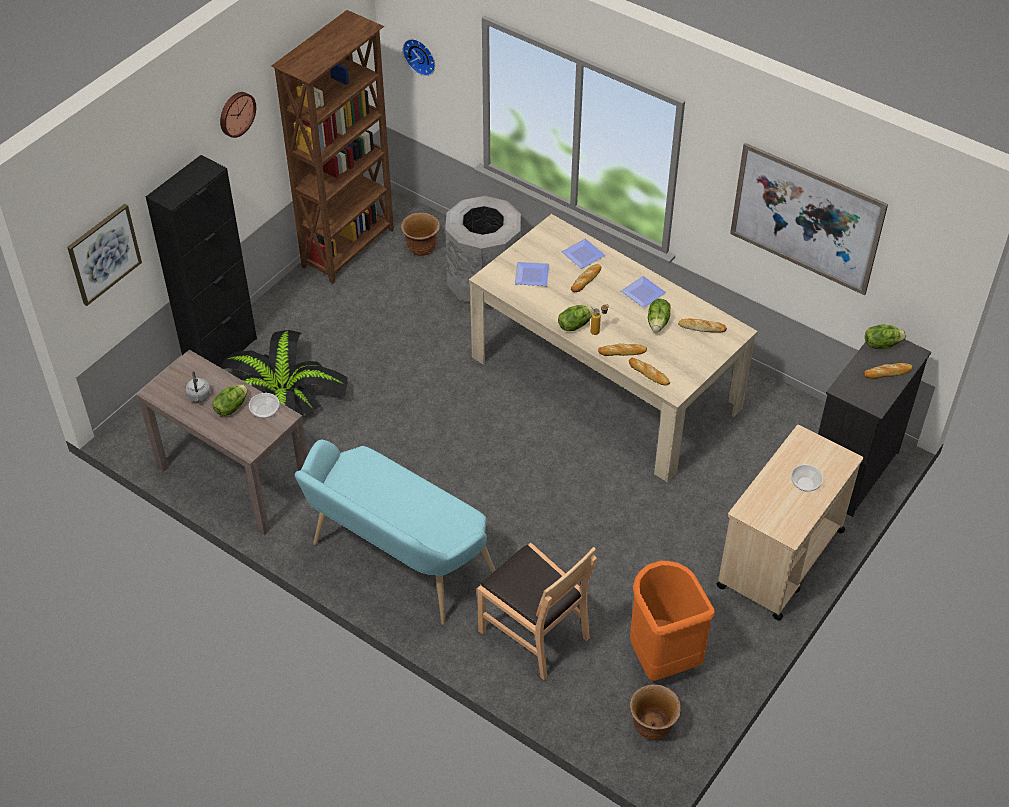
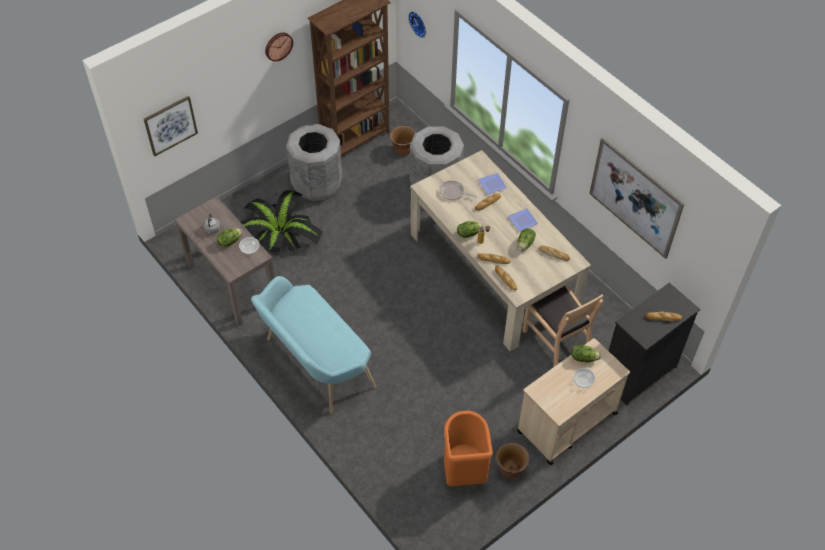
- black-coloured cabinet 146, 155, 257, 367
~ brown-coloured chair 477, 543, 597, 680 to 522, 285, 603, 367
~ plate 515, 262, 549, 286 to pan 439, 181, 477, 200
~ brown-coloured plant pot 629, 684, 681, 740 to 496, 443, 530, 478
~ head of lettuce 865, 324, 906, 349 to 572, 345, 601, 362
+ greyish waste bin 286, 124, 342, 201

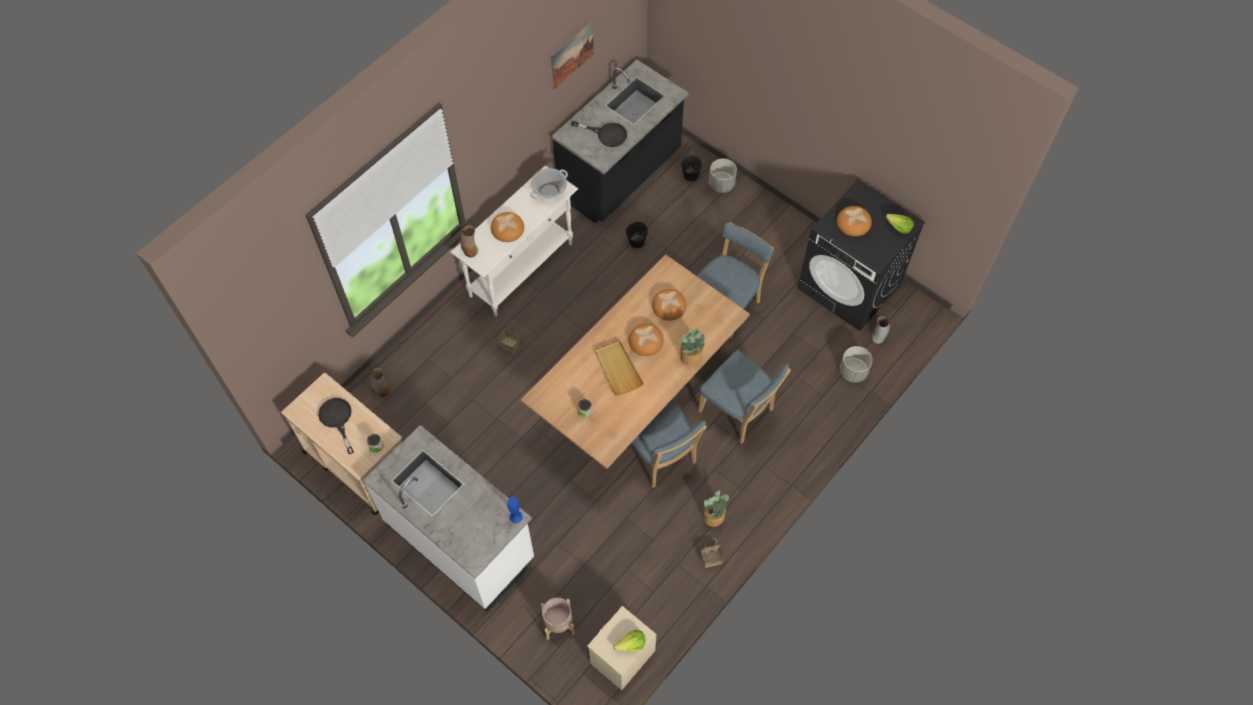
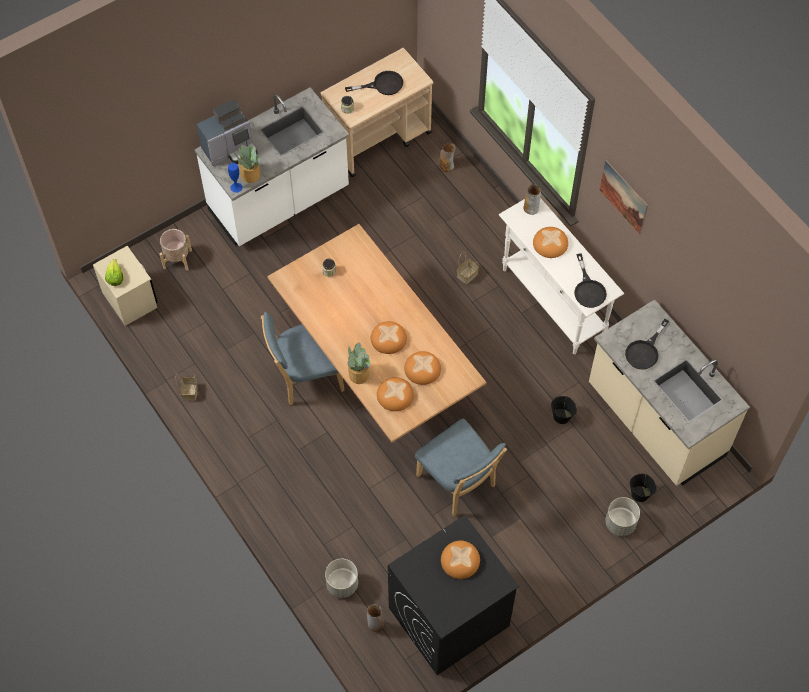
~ cooking pot 530, 168, 568, 199 to black-coloured pan 574, 254, 607, 308
~ picture 551, 20, 594, 89 to 600, 160, 648, 235
~ black-coloured kitchen base unit 552, 60, 688, 223 to beige-coloured kitchen base unit 589, 299, 750, 486
- beige-coloured carrying tray 595, 340, 644, 396
- blue-coloured chair 698, 350, 791, 444
~ potted plant 704, 491, 729, 527 to 234, 145, 260, 183
- head of lettuce 886, 214, 914, 234
+ coffee machine 197, 99, 258, 166
+ bread 377, 377, 414, 411

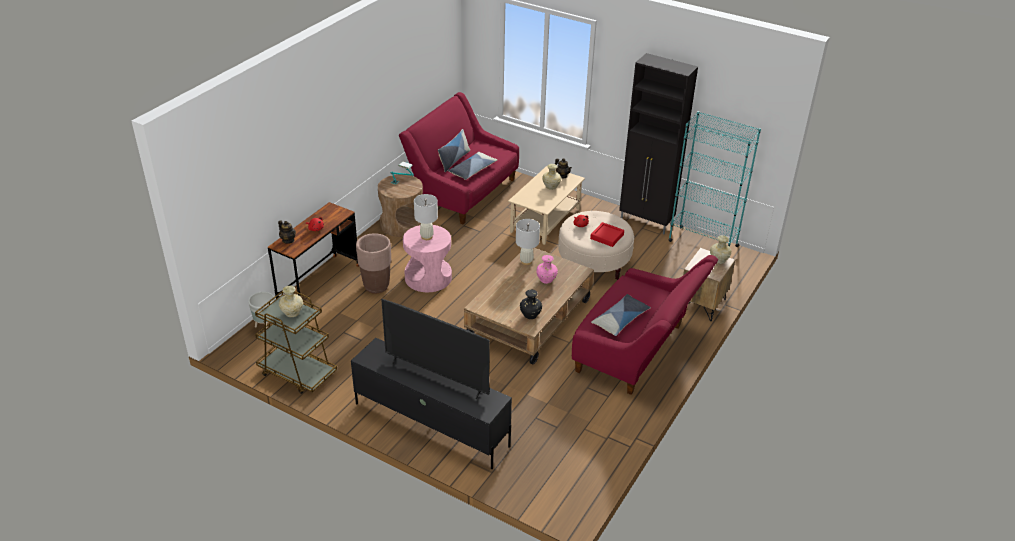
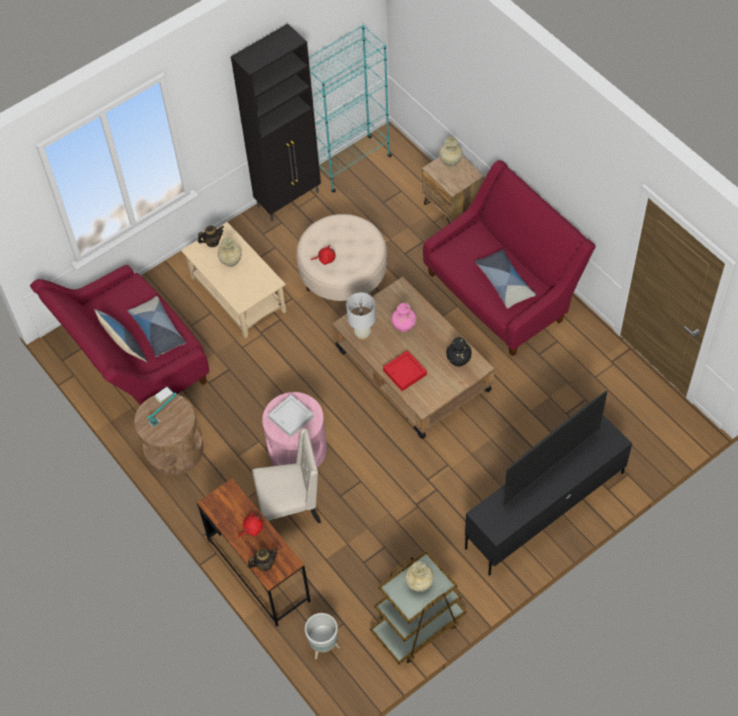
~ brown-coloured plant pot 356, 233, 391, 293 to beige-coloured chair 252, 428, 321, 523
~ whitish lamp for a table 414, 194, 438, 240 to greyish carrying tray 268, 394, 314, 437
~ reddish carrying tray 590, 222, 624, 247 to 383, 350, 427, 391

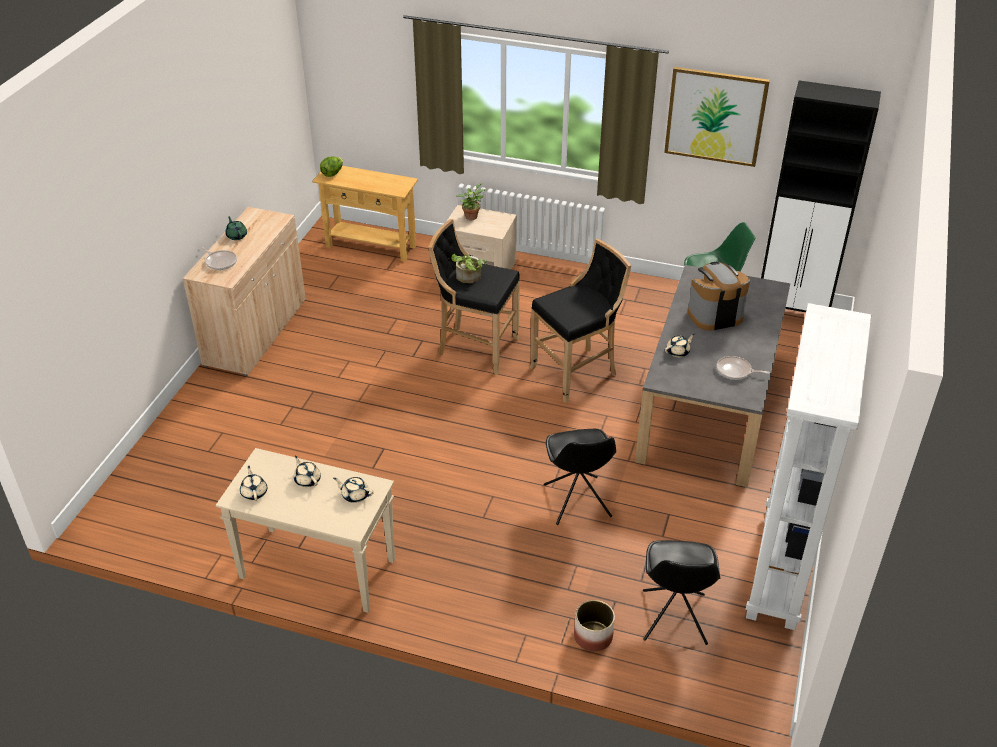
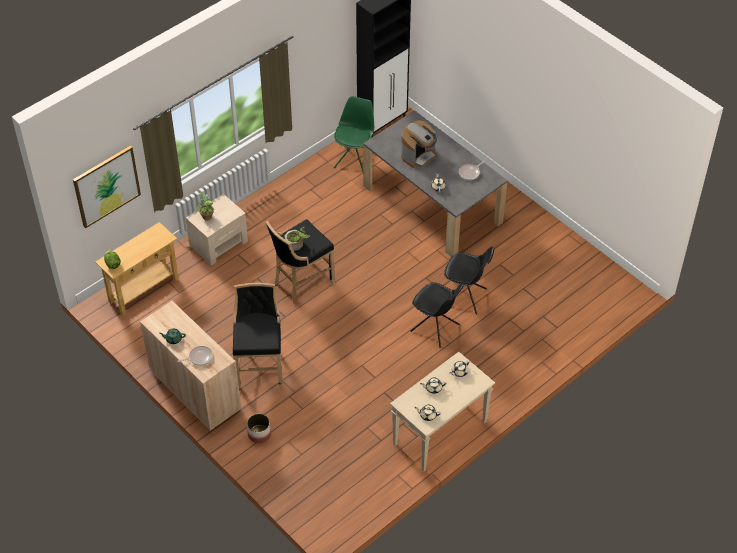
~ black-coloured sitting stool 529, 239, 631, 403 to 233, 283, 284, 389
~ plant pot 574, 600, 615, 651 to 247, 413, 271, 443
~ black-coloured chair 643, 540, 721, 645 to 410, 282, 464, 348
~ picture 664, 67, 770, 167 to 73, 146, 141, 229
~ coffee machine 687, 262, 750, 331 = 401, 120, 437, 168 150 degrees counterclockwise
- whitish shelving unit 746, 303, 871, 630

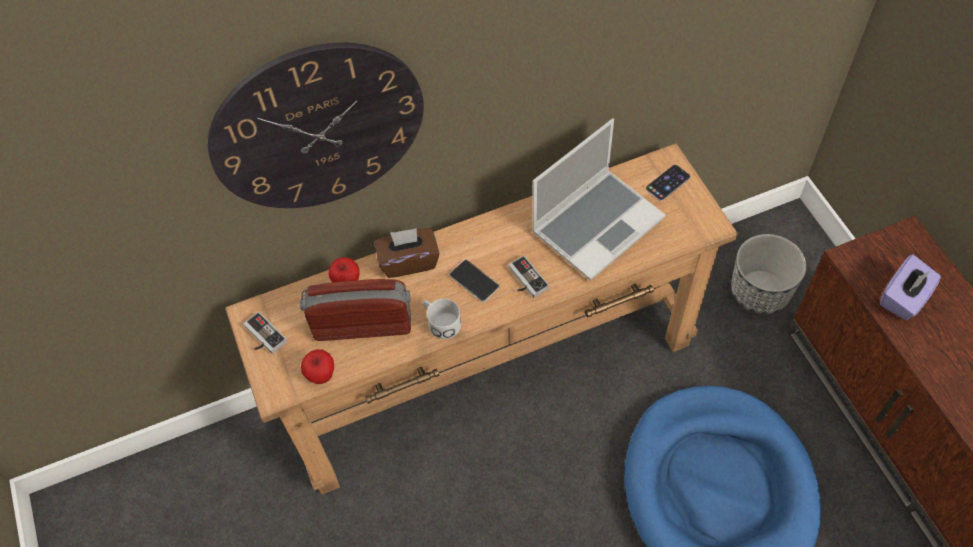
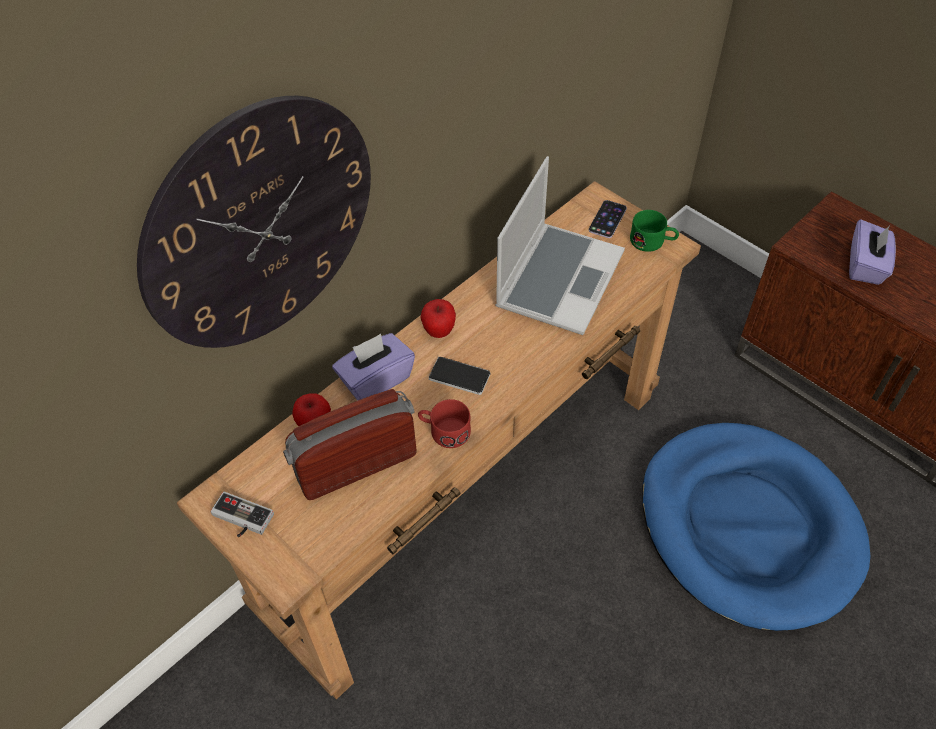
~ whole apple 301, 350, 334, 384 to 420, 299, 456, 338
~ brown-coloured tissue box 375, 228, 440, 278 to purple-coloured tissue box 332, 333, 415, 401
~ whitish tea mug 423, 299, 461, 339 to reddish tea mug 418, 399, 471, 448
- game controller 509, 255, 550, 298
- plant pot 731, 234, 806, 314
+ green-coloured tea mug 630, 210, 679, 252

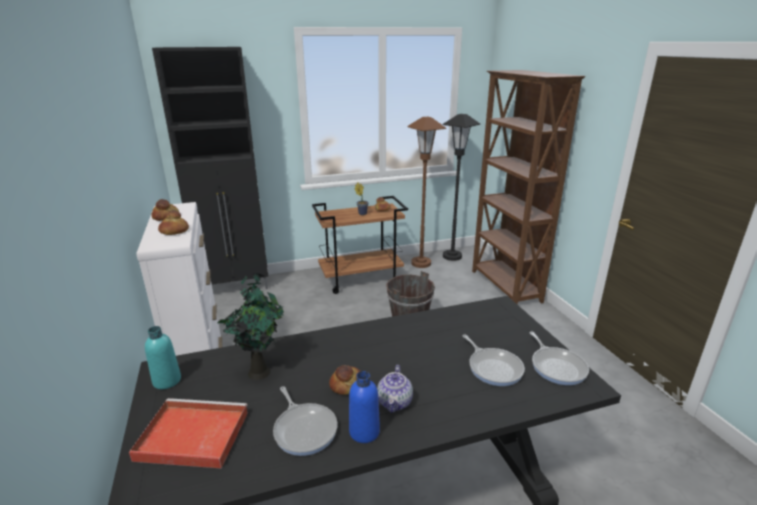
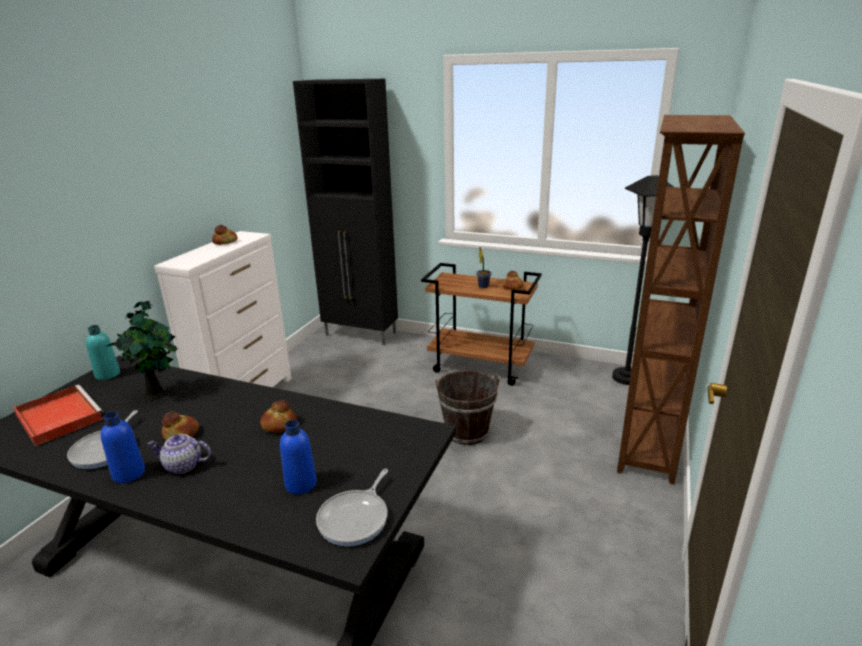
~ bread 158, 210, 189, 235 to 260, 400, 297, 433
~ pot for tea 377, 365, 413, 413 = 147, 434, 211, 474 45 degrees clockwise
- brown-coloured standing lamp 407, 117, 446, 268
~ pan 462, 334, 525, 386 to blue-coloured bottle 280, 420, 317, 494

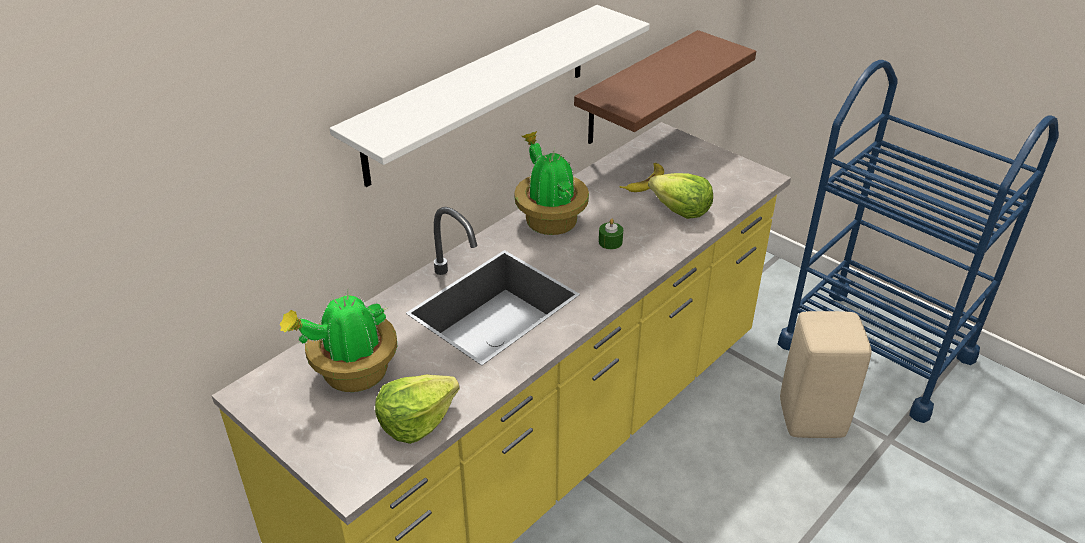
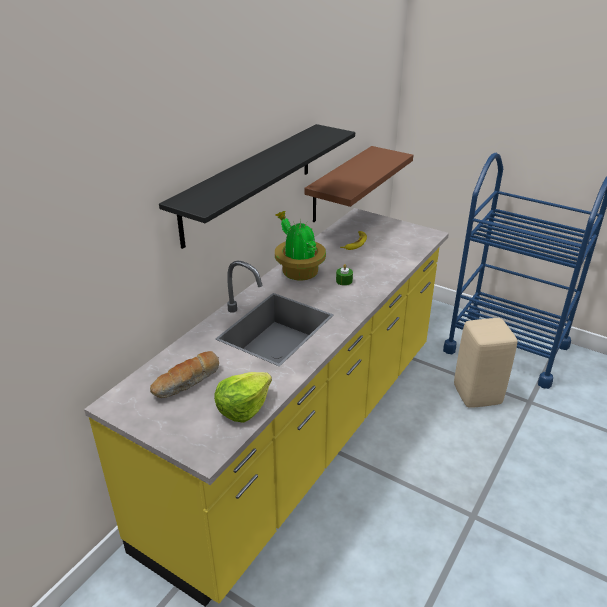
~ potted plant 280, 292, 397, 392 to bread 150, 351, 219, 398
~ whitish shelf 330, 5, 650, 187 to black-coloured shelf 159, 124, 355, 249
- head of lettuce 648, 173, 713, 219

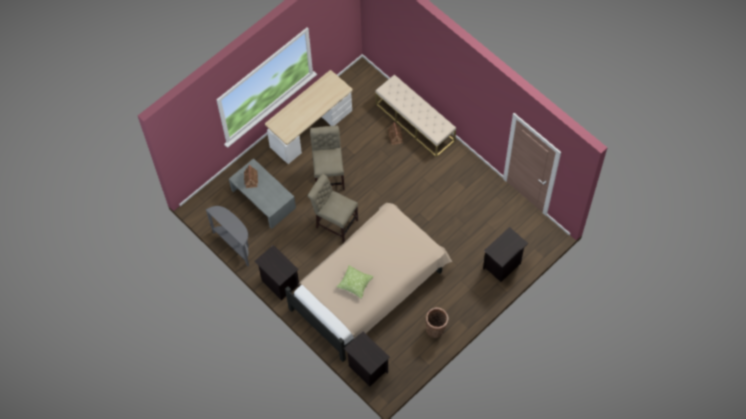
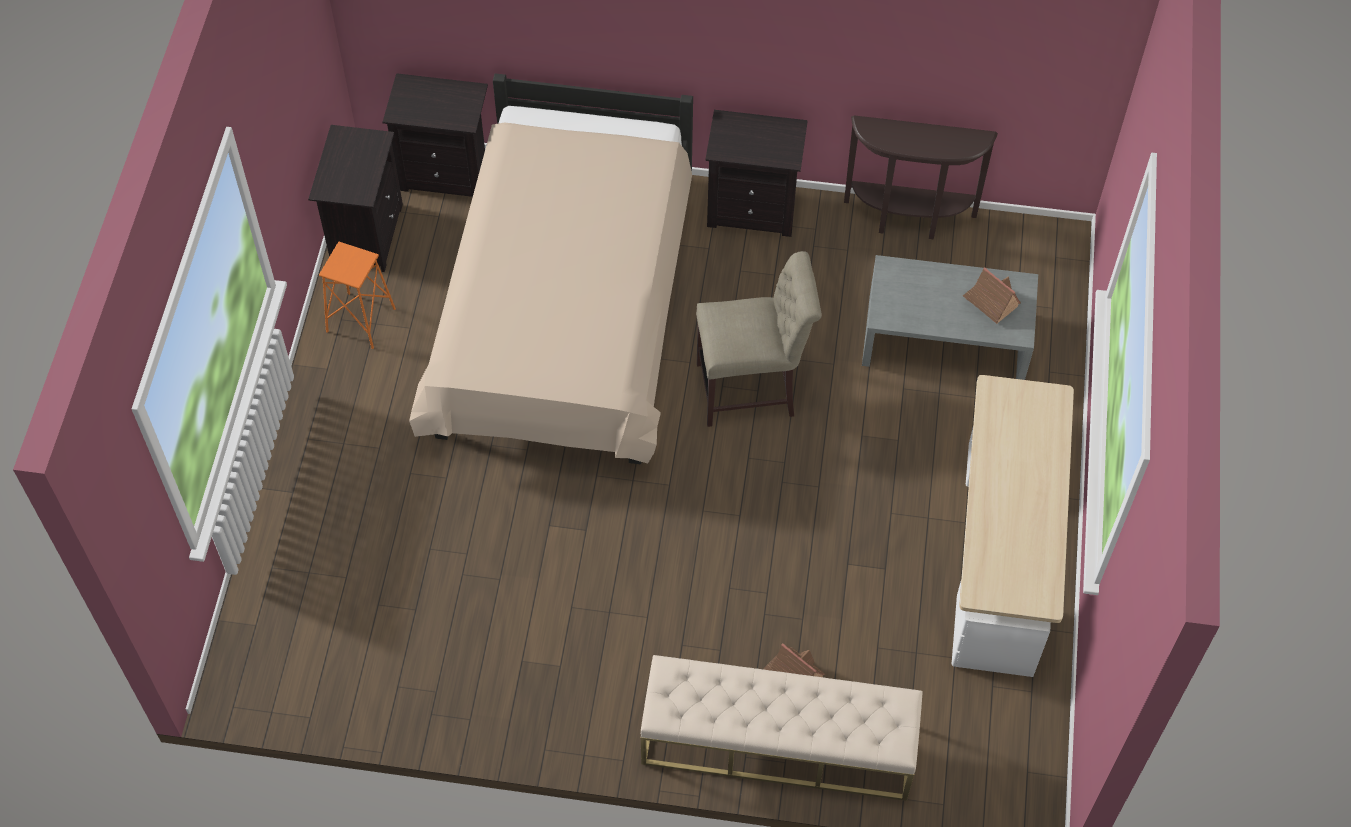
~ greyish hall table 206, 206, 249, 266 to brown-coloured hall table 844, 115, 998, 239
- beige-coloured chair 310, 125, 345, 190
- pillow 337, 265, 374, 299
~ household basket 426, 307, 449, 338 to orange sitting stool 319, 242, 396, 349
~ black-coloured bedside table 483, 227, 528, 282 to 308, 125, 403, 272

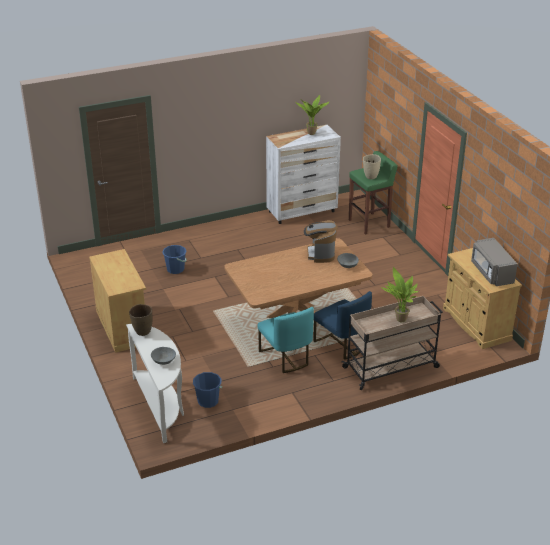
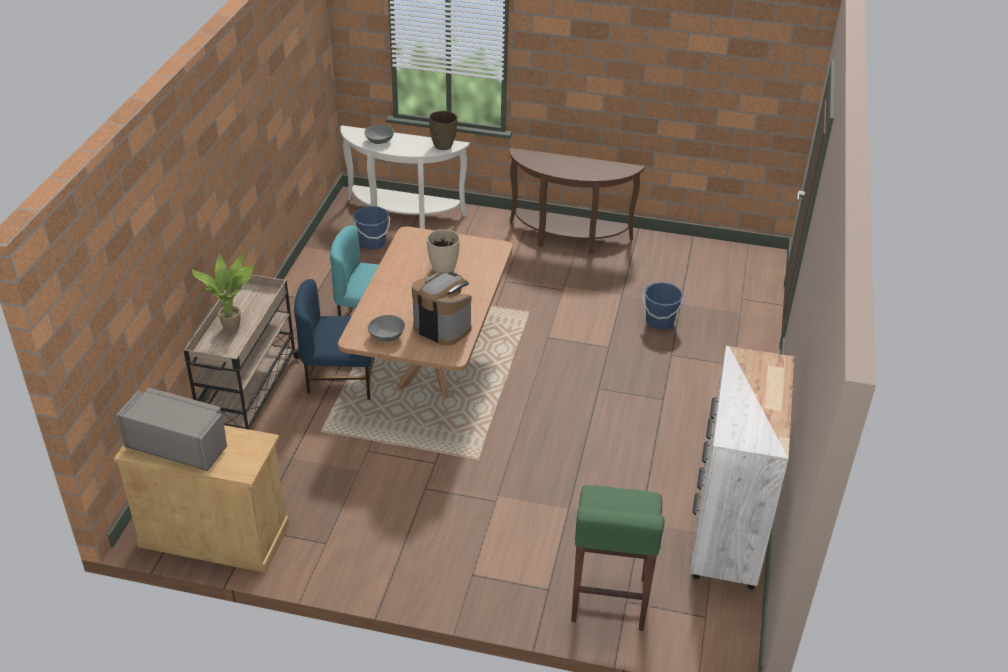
~ beige-coloured cabinet 89, 249, 146, 353 to brown-coloured hall table 509, 148, 645, 254
- potted plant 296, 95, 329, 135
~ beige-coloured decorative vase 363, 154, 381, 179 to 427, 229, 460, 273

